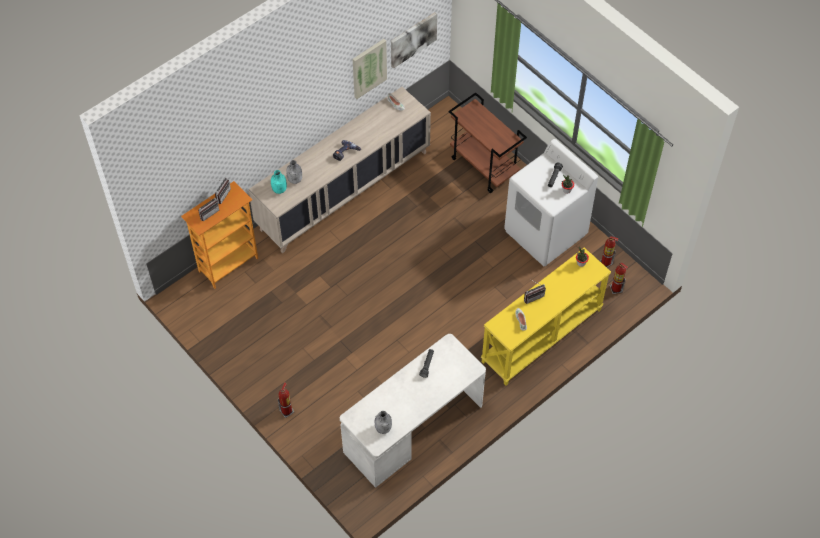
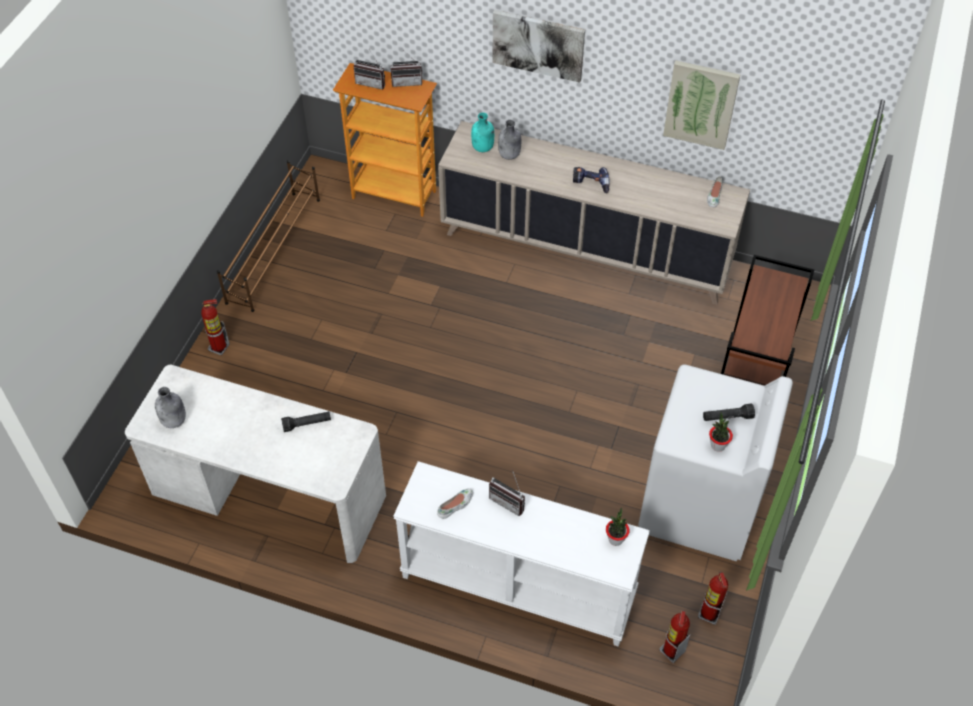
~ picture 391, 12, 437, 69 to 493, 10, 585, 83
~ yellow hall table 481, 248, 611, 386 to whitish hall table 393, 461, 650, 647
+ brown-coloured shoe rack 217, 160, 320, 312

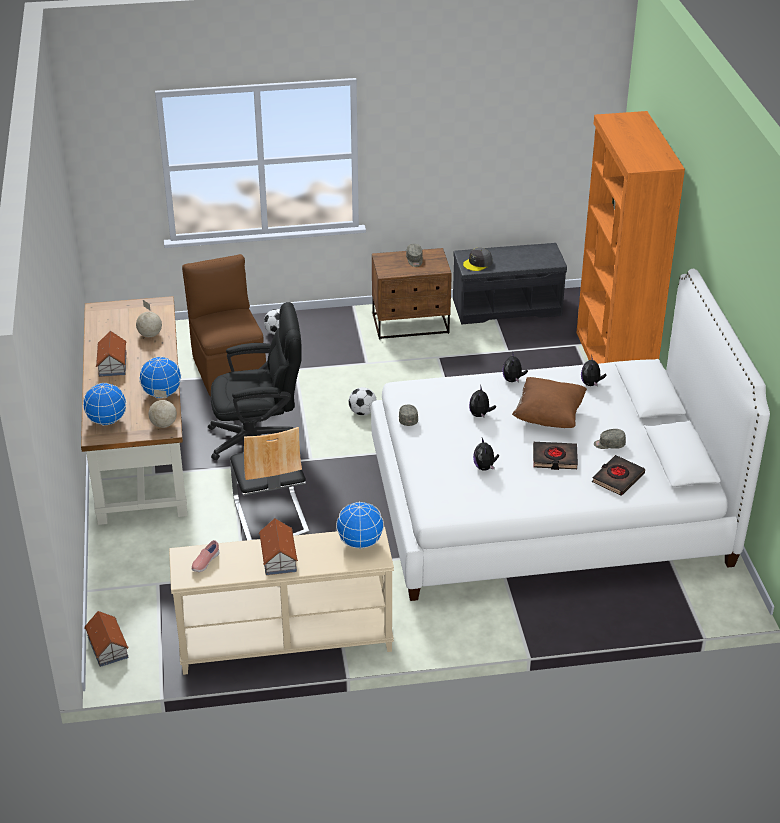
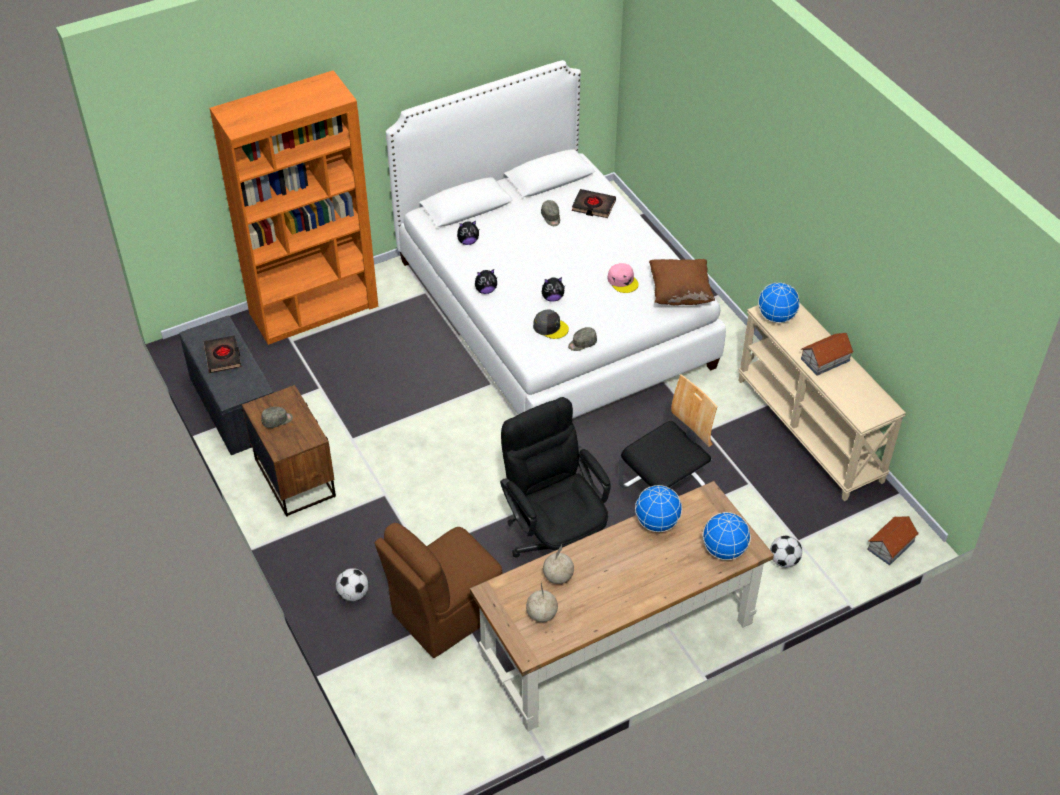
- miniature house 96, 331, 127, 377
~ globe 149, 390, 177, 428 to 526, 583, 558, 622
- pink-coloured shoe 191, 540, 219, 572
~ football 349, 387, 377, 415 to 770, 535, 802, 568
~ greyish peaked cap 463, 247, 492, 271 to 533, 310, 569, 339
~ plush toy 473, 438, 499, 471 to pink-coloured peaked cap 607, 263, 639, 293
~ brown-coloured pillow 512, 377, 587, 428 to 649, 259, 715, 305
~ black-coloured volume 533, 442, 578, 470 to 204, 335, 242, 373

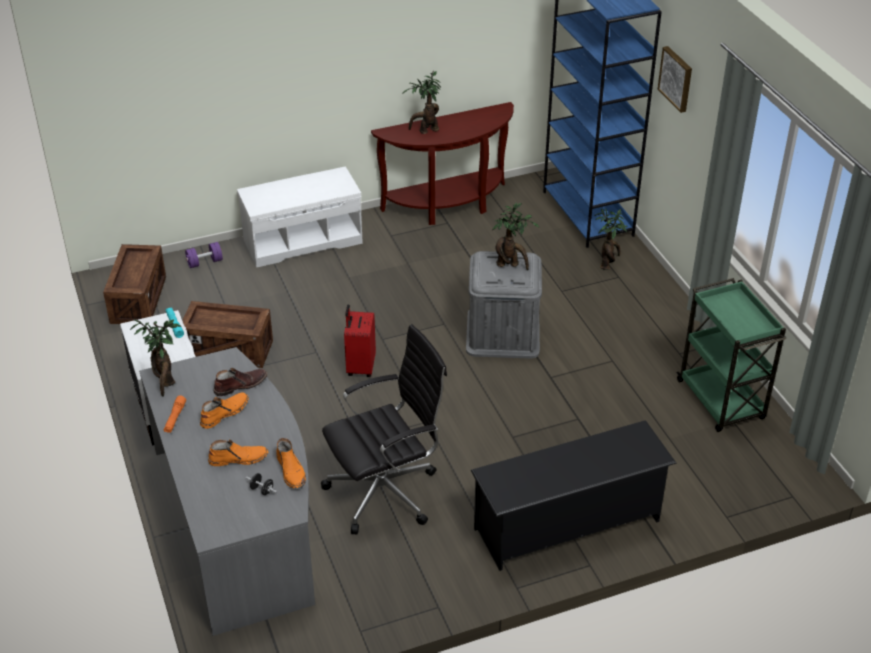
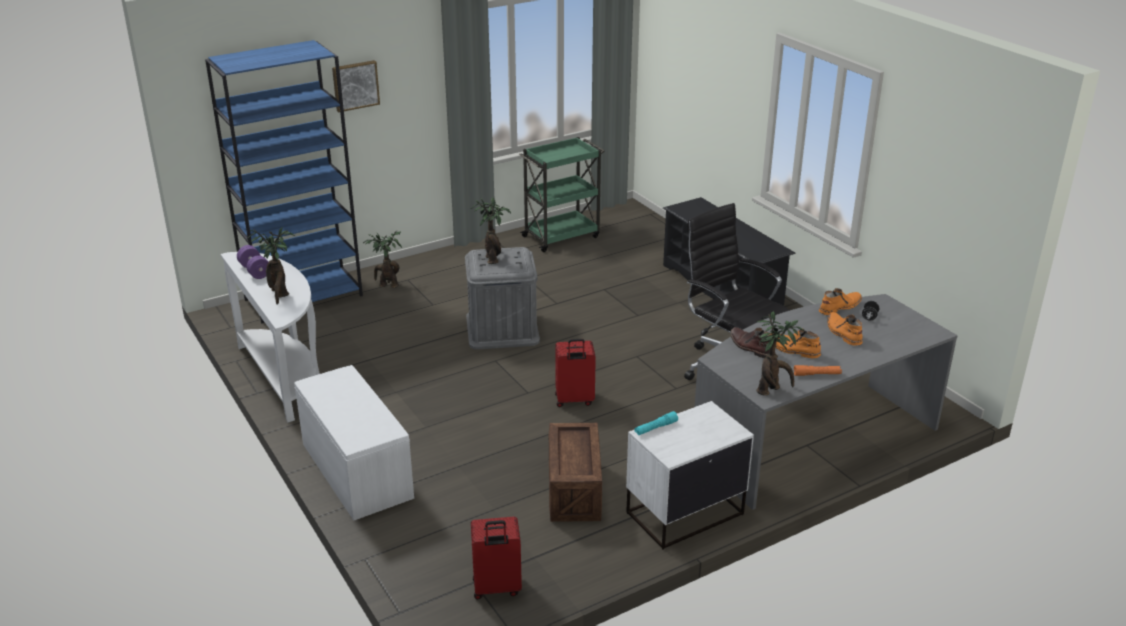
~ shipping crate 103, 244, 166, 324 to reddish travel case 471, 517, 522, 600
~ purple-coloured free weight 185, 242, 223, 268 to 237, 245, 268, 279
~ brown-coloured hall table 371, 102, 514, 225 to whitish hall table 221, 252, 320, 422

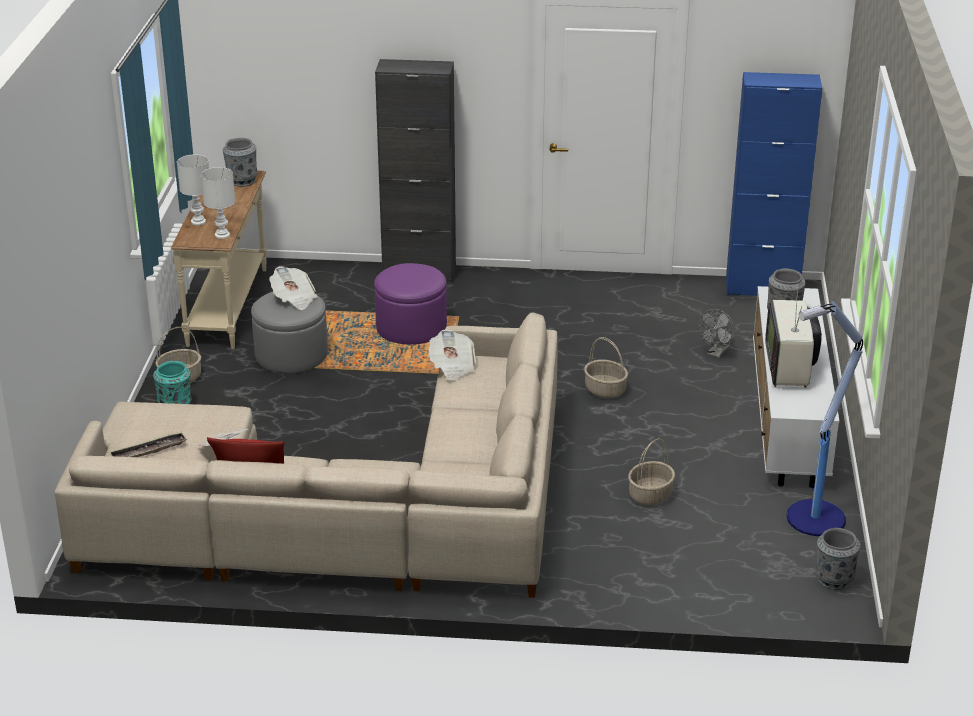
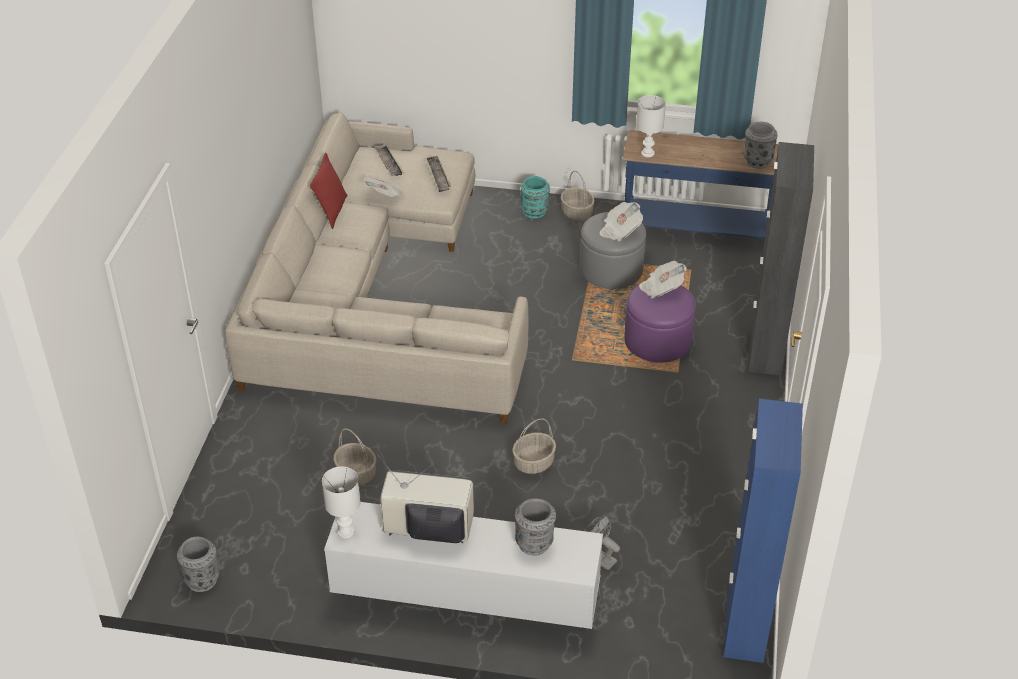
~ beige-coloured hall table 171, 171, 267, 349 to blue-coloured hall table 622, 130, 779, 246
~ whitish lamp for a table 177, 155, 209, 225 to 322, 466, 361, 538
~ daily paper 428, 329, 476, 381 to 639, 261, 687, 299
- standing lamp 787, 301, 863, 536
+ carrying tray 425, 156, 451, 192

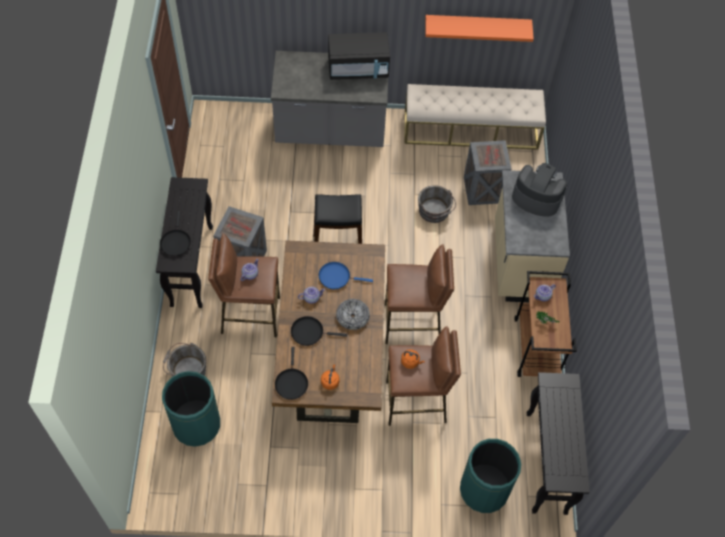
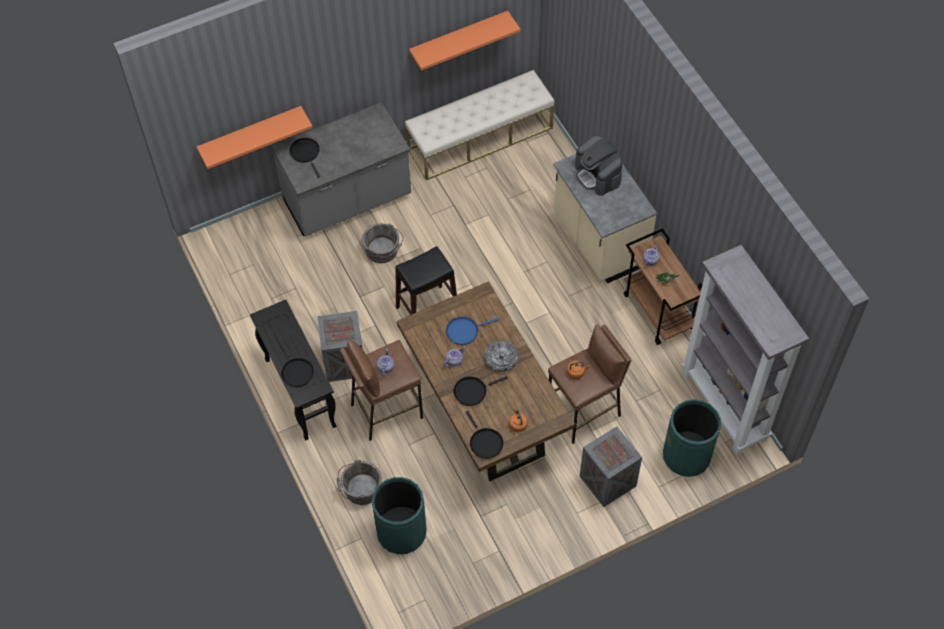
- black-coloured kitchen microwave 328, 32, 390, 80
- brown-coloured sitting stool 385, 244, 454, 344
~ greyish pail 418, 185, 456, 223 to 362, 223, 403, 263
~ shipping crate 464, 140, 511, 205 to 580, 426, 642, 507
~ coffee machine 512, 163, 567, 217 = 575, 135, 623, 196 120 degrees counterclockwise
~ black-coloured hall table 527, 372, 590, 515 to greyish shelving unit 681, 245, 809, 455
+ orange shelf 197, 106, 313, 169
+ black-coloured pan 290, 138, 320, 178

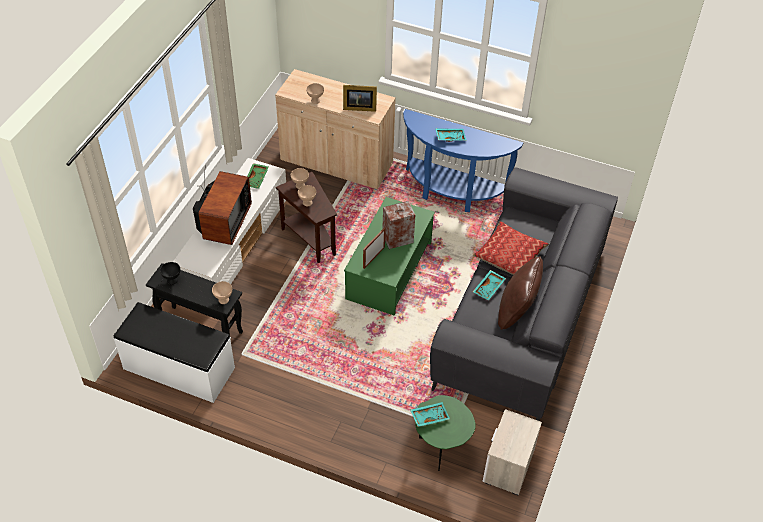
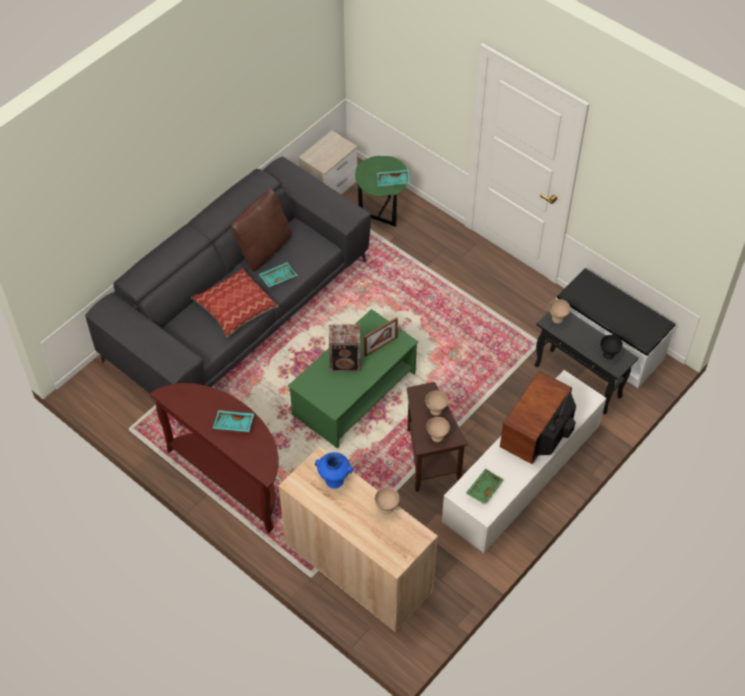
~ standing frame 343, 85, 377, 112 to blue-coloured decorative vase 315, 452, 354, 489
~ blue-coloured hall table 403, 109, 523, 212 to brown-coloured hall table 150, 383, 279, 533

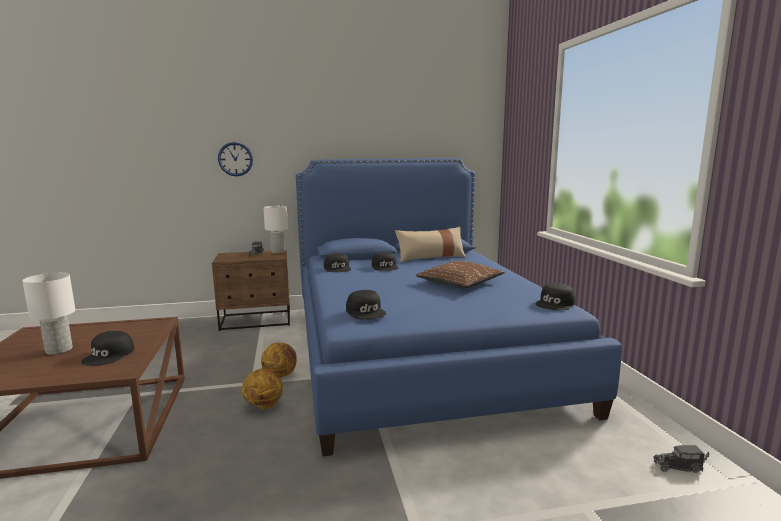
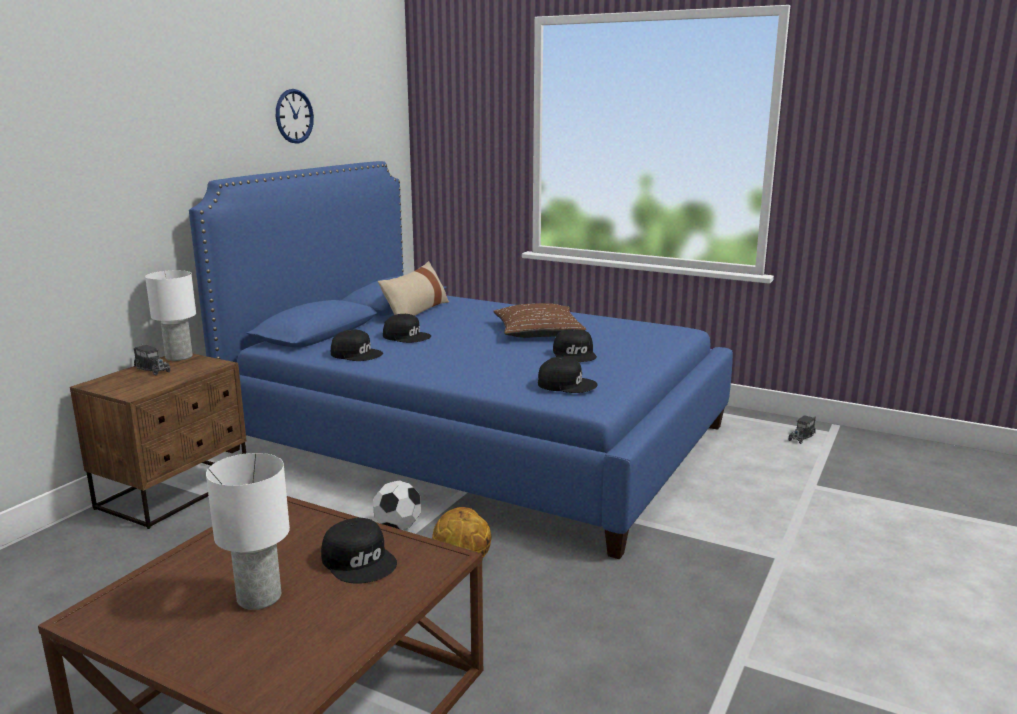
~ clock on the wall 218, 142, 253, 176 to 276, 89, 314, 144
~ ball for basketball 261, 342, 297, 378 to football 373, 480, 421, 530
~ black-coloured peaked cap 535, 283, 575, 310 to 553, 329, 597, 362

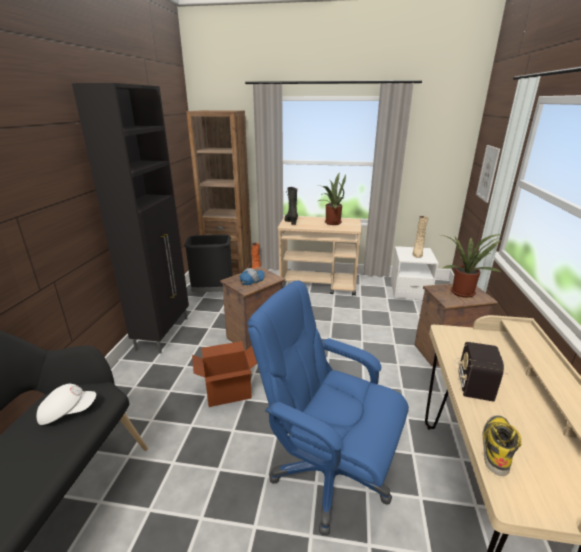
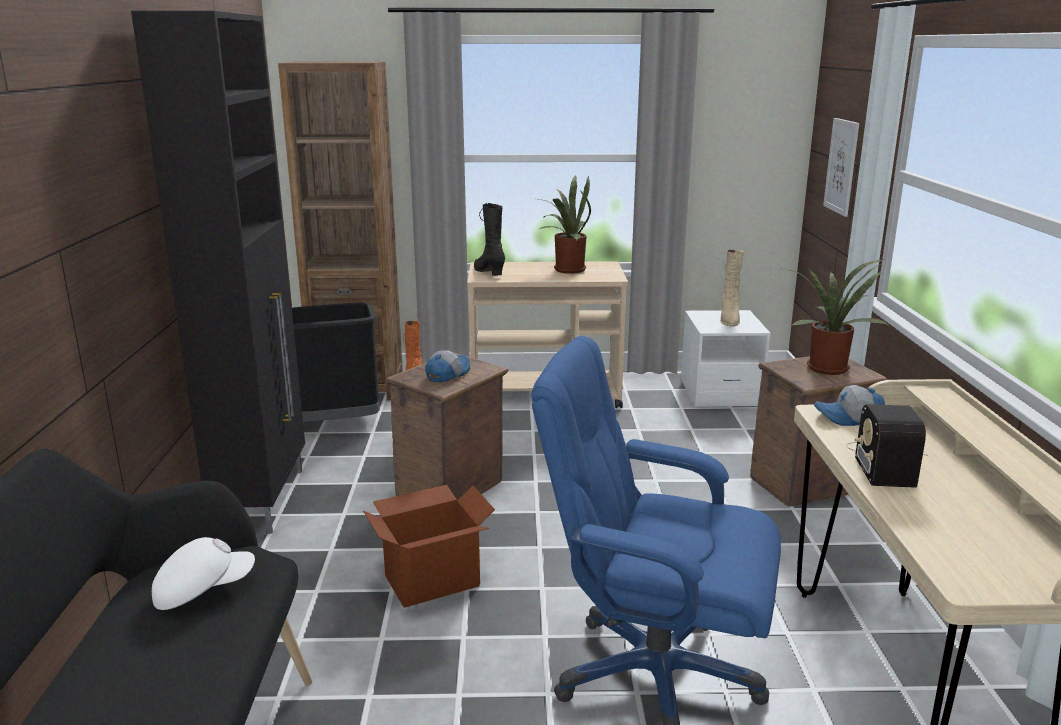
- boot 483, 415, 522, 476
+ peaked cap 814, 385, 885, 426

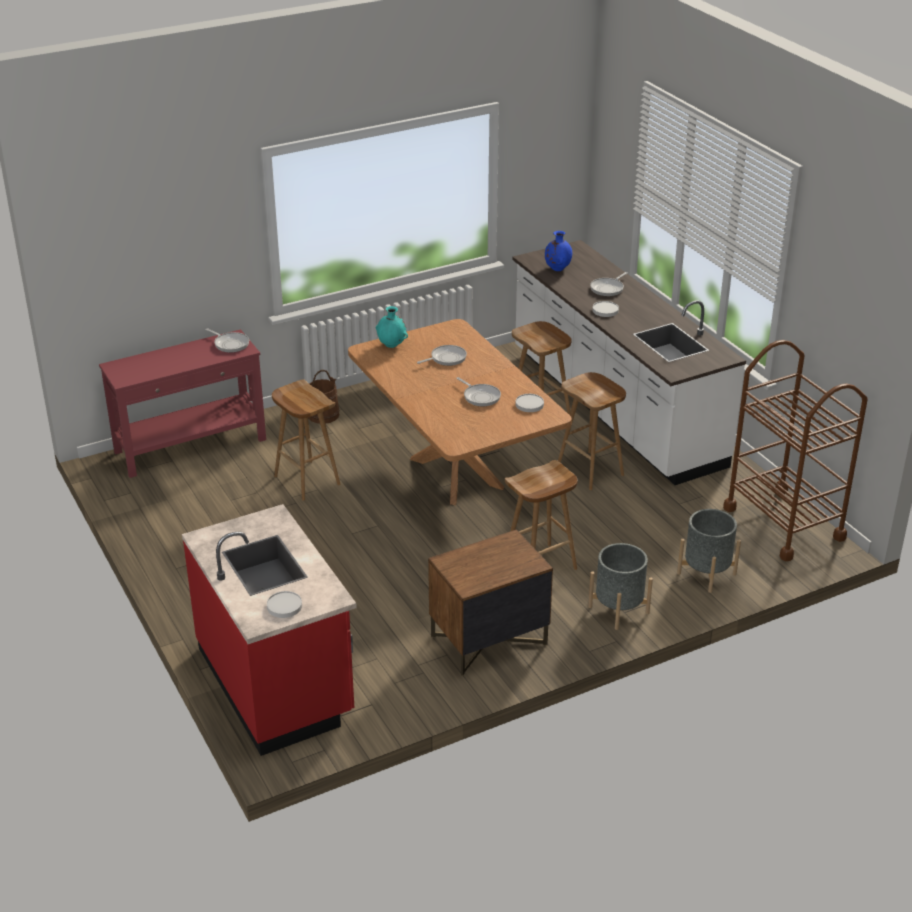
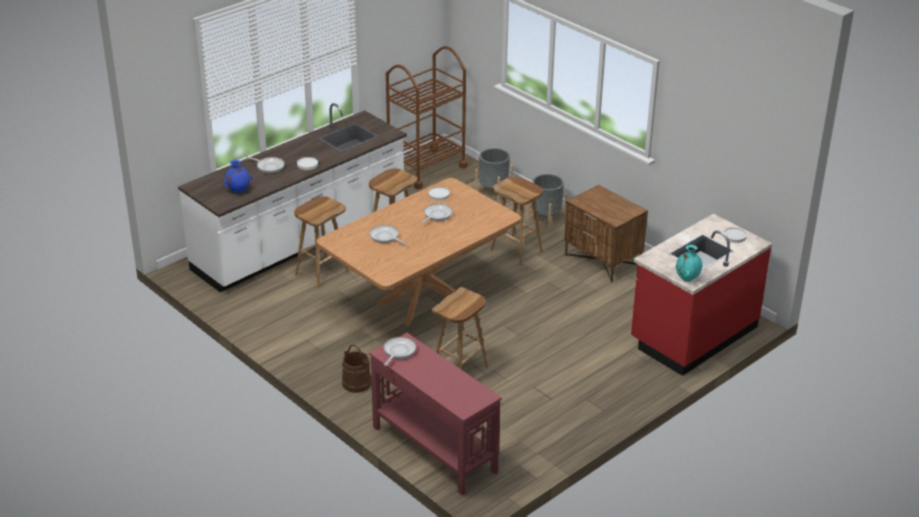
~ turquoise decorative vase 376, 306, 408, 348 to 676, 245, 702, 282

